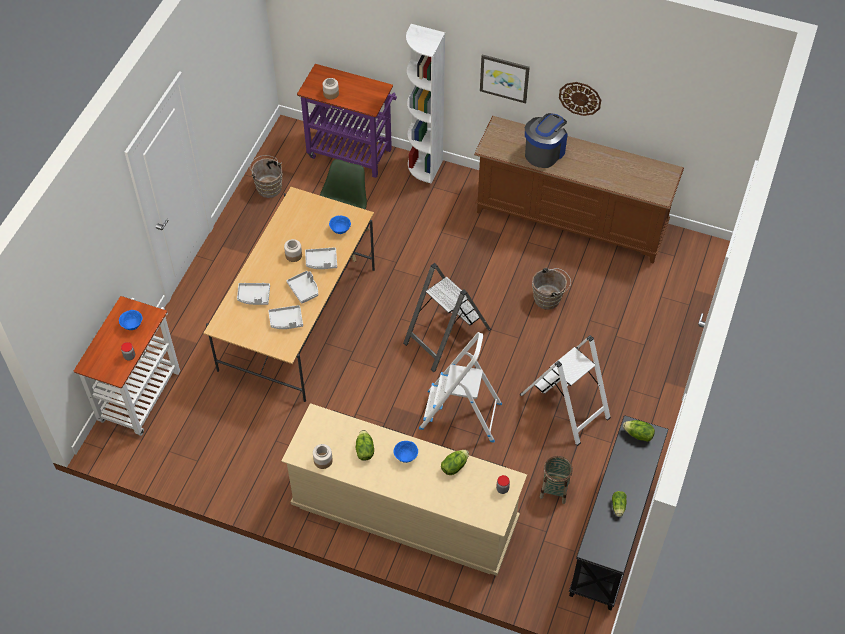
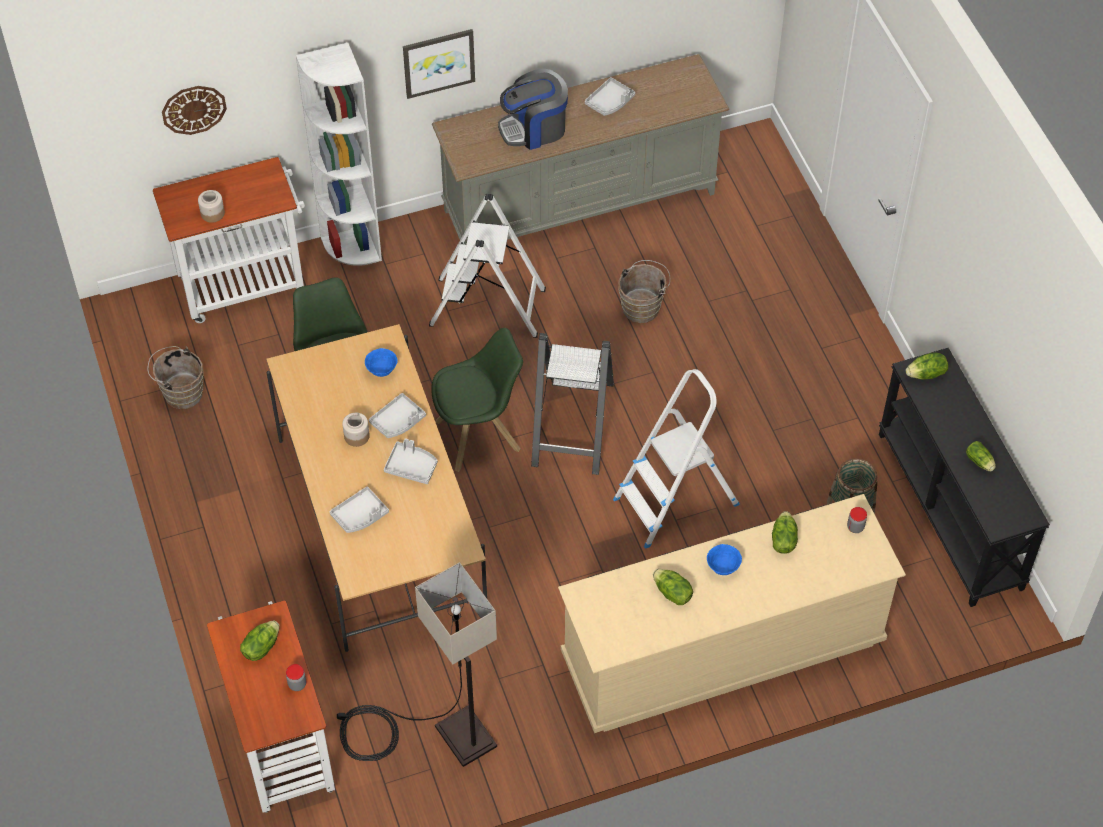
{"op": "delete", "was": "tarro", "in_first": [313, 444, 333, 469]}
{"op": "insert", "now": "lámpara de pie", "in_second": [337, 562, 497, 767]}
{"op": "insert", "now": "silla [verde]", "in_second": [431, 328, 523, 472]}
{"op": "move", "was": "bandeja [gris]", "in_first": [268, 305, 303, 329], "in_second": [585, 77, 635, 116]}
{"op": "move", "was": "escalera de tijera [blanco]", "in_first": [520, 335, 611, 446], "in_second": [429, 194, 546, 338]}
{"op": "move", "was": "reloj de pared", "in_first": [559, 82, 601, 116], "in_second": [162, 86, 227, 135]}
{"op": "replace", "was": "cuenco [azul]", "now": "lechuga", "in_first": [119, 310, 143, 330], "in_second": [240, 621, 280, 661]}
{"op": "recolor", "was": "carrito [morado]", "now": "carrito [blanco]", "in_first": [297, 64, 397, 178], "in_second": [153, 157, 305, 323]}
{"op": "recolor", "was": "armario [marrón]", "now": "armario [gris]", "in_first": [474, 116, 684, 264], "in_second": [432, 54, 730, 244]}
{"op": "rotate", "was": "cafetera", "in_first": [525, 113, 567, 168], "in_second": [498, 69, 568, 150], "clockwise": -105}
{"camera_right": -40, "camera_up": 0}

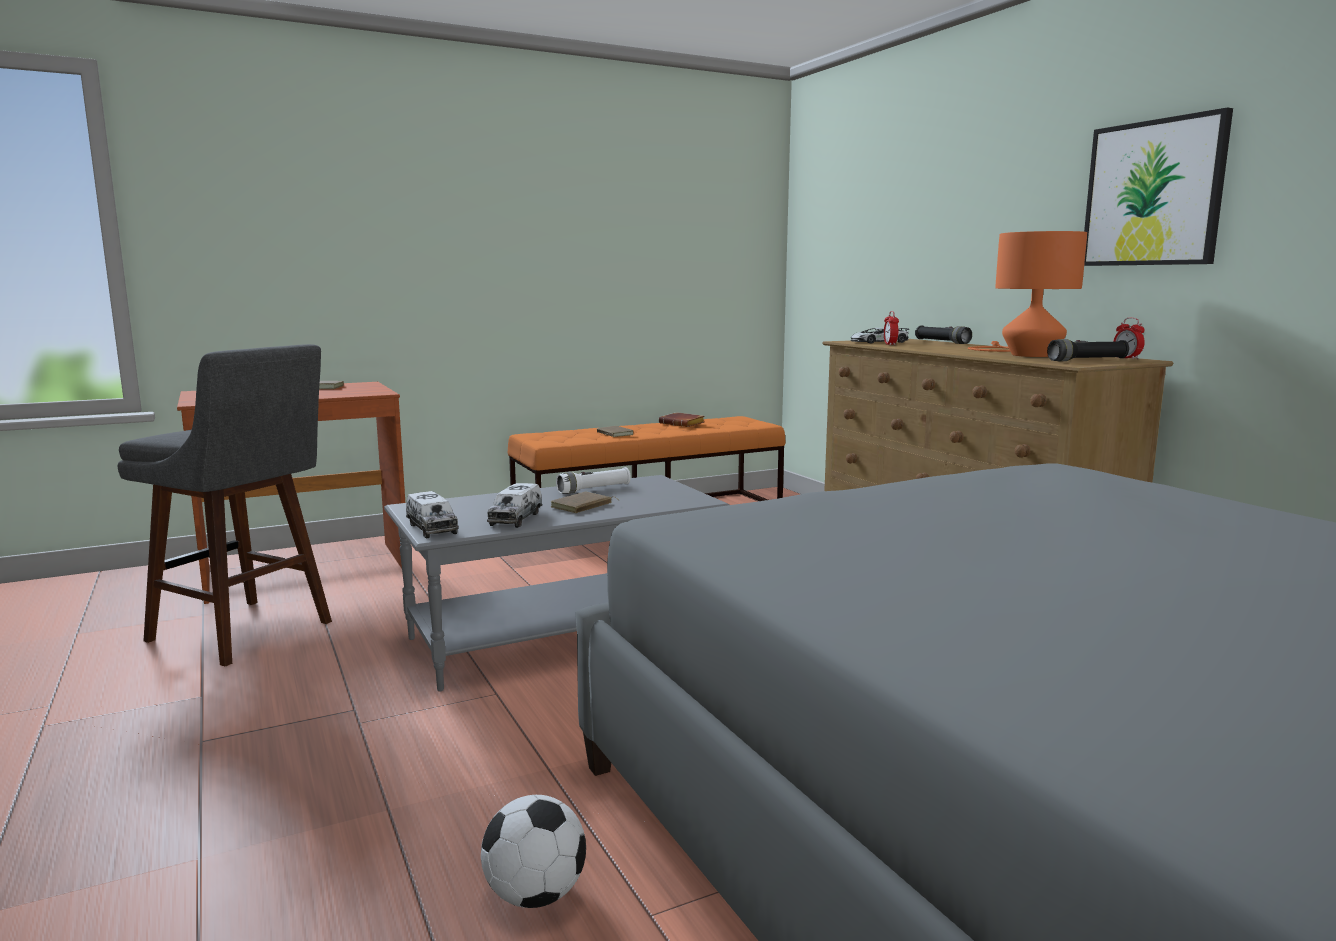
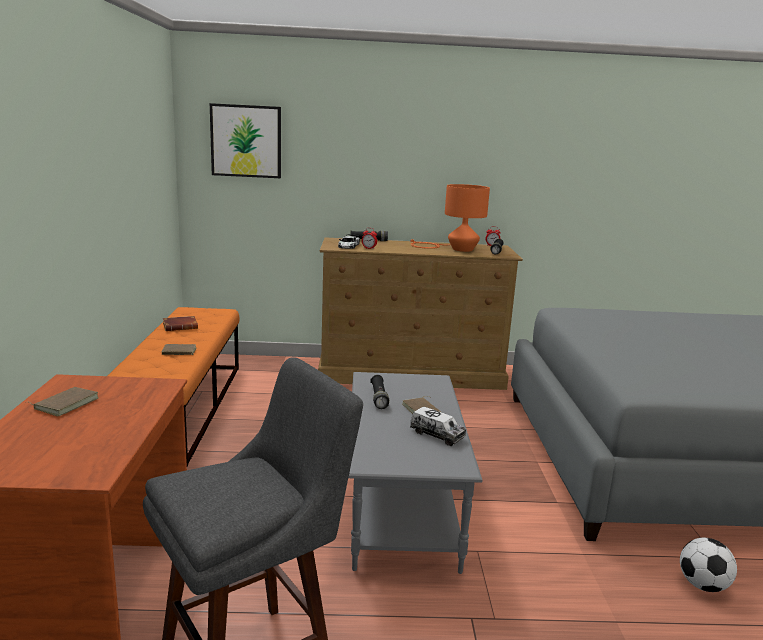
{"op": "delete", "was": "camión de juguete", "in_first": [406, 491, 459, 538]}
{"op": "move", "was": "cuadro", "in_first": [1084, 107, 1233, 266], "in_second": [210, 103, 281, 178]}
{"op": "recolor", "was": "linterna [blanco]", "now": "linterna [negro]", "in_first": [556, 467, 631, 494], "in_second": [371, 375, 389, 409]}
{"camera_right": -65, "camera_up": 5}

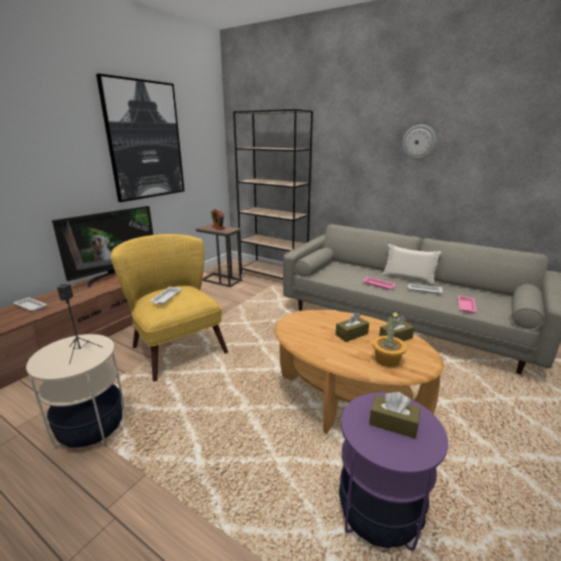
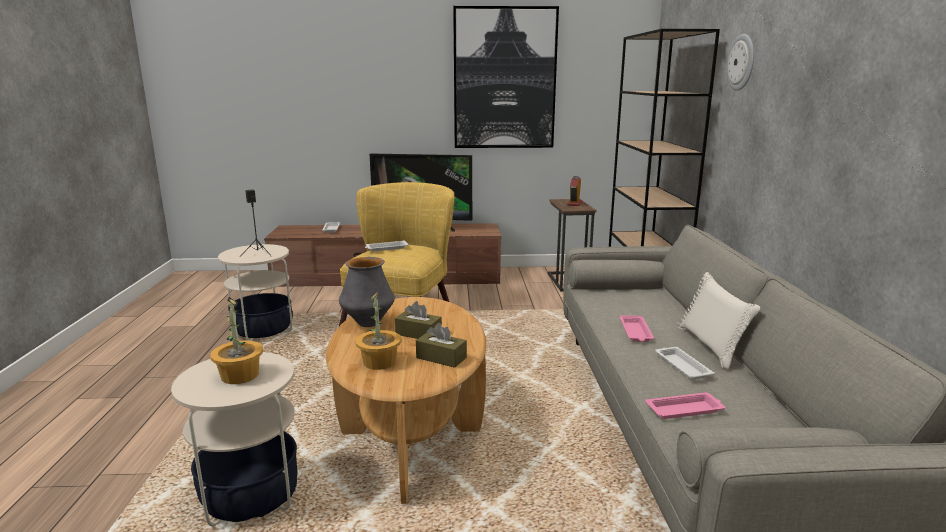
{"op": "insert", "now": "florero", "in_second": [339, 257, 395, 327]}
{"op": "move", "was": "reloj de pared", "in_first": [402, 125, 436, 160], "in_second": [727, 34, 754, 91]}
{"op": "replace", "was": "caja de pañuelos [marrón]", "now": "planta en maceta", "in_first": [369, 392, 420, 439], "in_second": [210, 297, 263, 384]}
{"op": "recolor", "was": "mesa auxiliar [morado]", "now": "mesa auxiliar [beis]", "in_first": [339, 393, 448, 551], "in_second": [171, 352, 297, 526]}
{"camera_right": 55, "camera_up": -5}

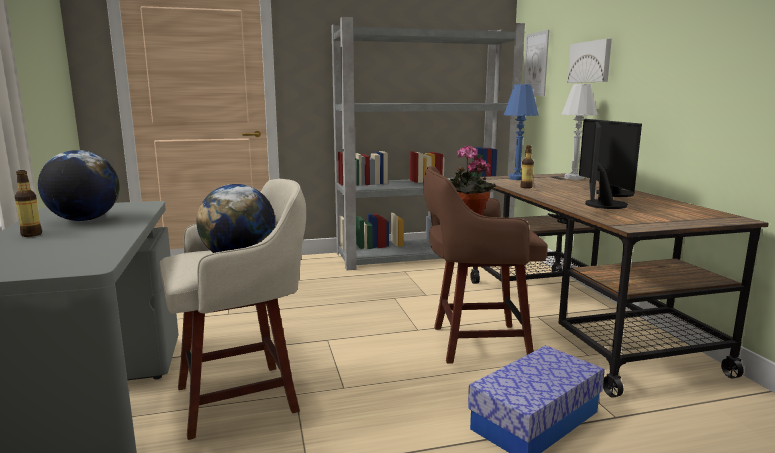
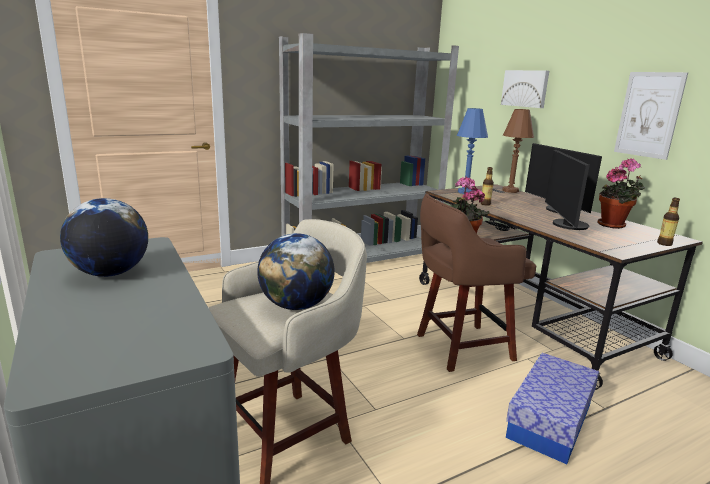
{"op": "insert", "now": "planta en maceta", "in_second": [597, 159, 645, 229]}
{"op": "move", "was": "botella", "in_first": [15, 170, 42, 237], "in_second": [657, 198, 680, 246]}
{"op": "move", "was": "cuadro", "in_first": [523, 30, 549, 96], "in_second": [614, 72, 688, 160]}
{"op": "recolor", "was": "lámpara de mesa [blanco]", "now": "lámpara de mesa [marrón]", "in_first": [561, 84, 598, 180], "in_second": [502, 109, 534, 193]}
{"camera_right": -15, "camera_up": 5}

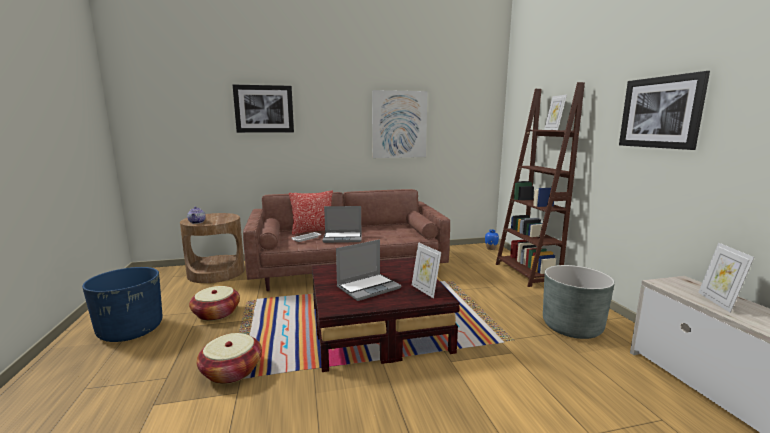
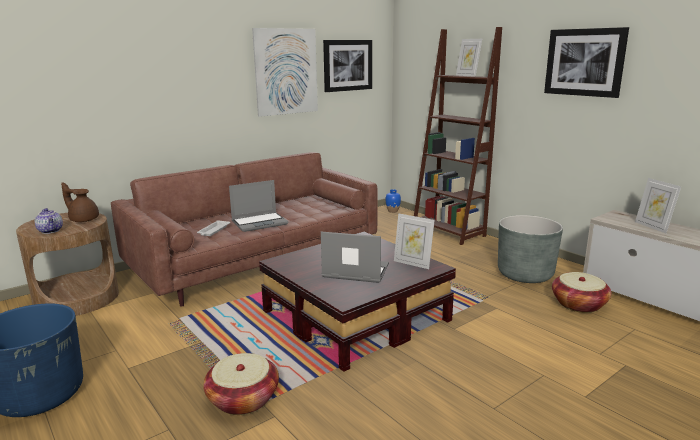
{"op": "delete", "was": "cojín", "in_first": [289, 190, 333, 235]}
{"op": "insert", "now": "tetera [marrón]", "in_second": [61, 182, 99, 222]}
{"op": "move", "was": "cesta", "in_first": [189, 286, 240, 321], "in_second": [552, 272, 611, 313]}
{"op": "move", "was": "cuadro", "in_first": [233, 85, 294, 133], "in_second": [323, 40, 372, 92]}
{"op": "rotate", "was": "portátil", "in_first": [336, 239, 401, 301], "in_second": [321, 232, 389, 283], "clockwise": -105}
{"camera_right": -25, "camera_up": 5}

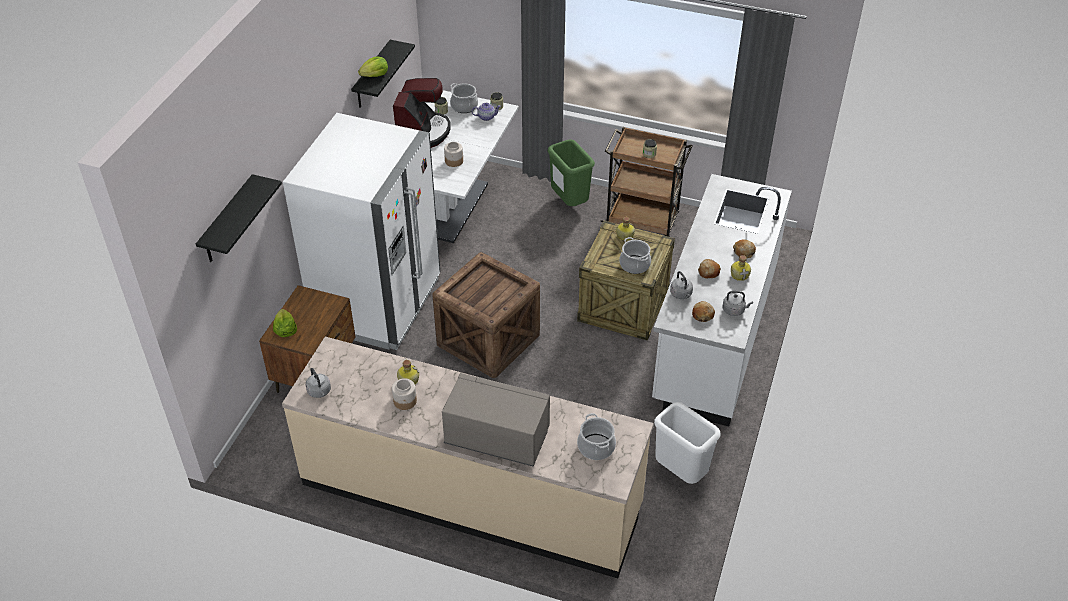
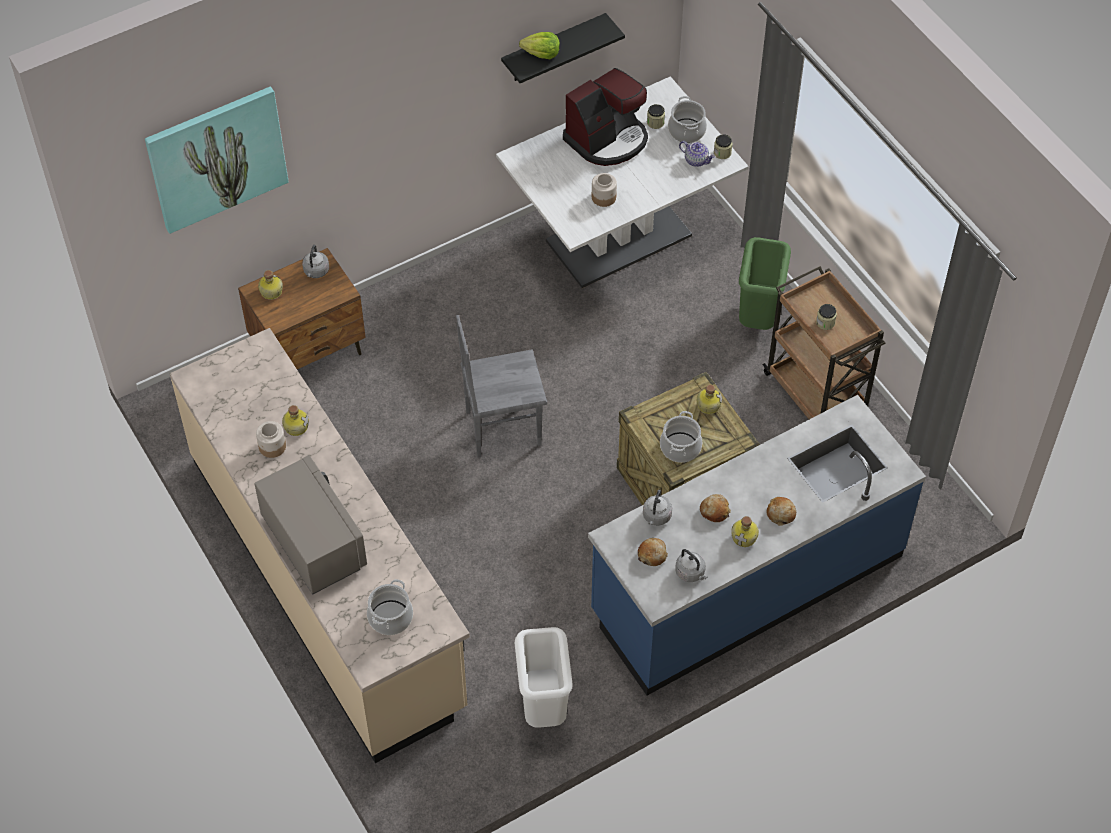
{"op": "delete", "was": "nevera [blanco]", "in_first": [283, 113, 440, 350]}
{"op": "move", "was": "hervidor [gris]", "in_first": [306, 368, 331, 398], "in_second": [302, 245, 329, 278]}
{"op": "replace", "was": "estante [negro]", "now": "cuadro", "in_first": [196, 174, 282, 262], "in_second": [145, 86, 289, 234]}
{"op": "replace", "was": "lechuga", "now": "botella", "in_first": [273, 309, 297, 337], "in_second": [258, 270, 283, 300]}
{"op": "replace", "was": "caja de embalaje", "now": "silla [gris]", "in_first": [432, 252, 540, 378], "in_second": [456, 315, 547, 457]}
{"op": "recolor", "was": "mueble bajo de cocina [blanco]", "now": "mueble bajo de cocina [azul]", "in_first": [652, 174, 792, 427], "in_second": [588, 395, 926, 695]}
{"camera_right": 40, "camera_up": 10}

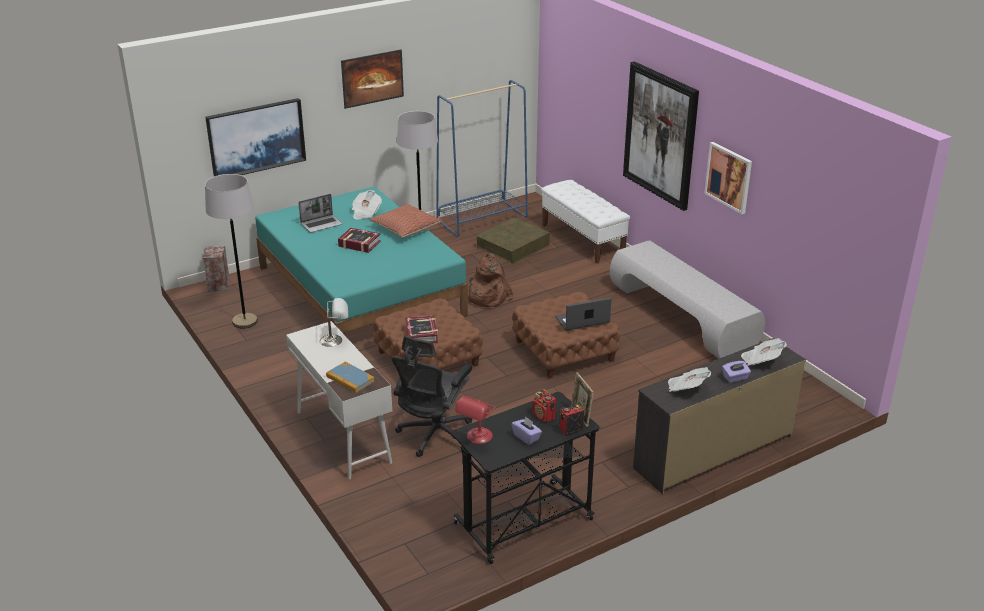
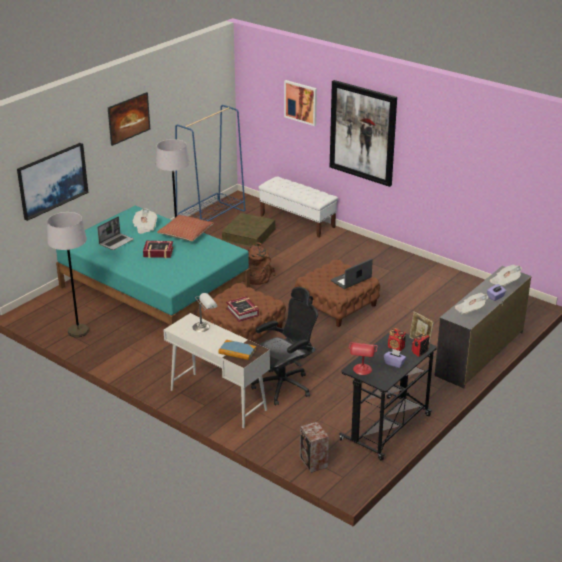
{"op": "delete", "was": "banco [gris]", "in_first": [610, 240, 765, 359]}
{"op": "move", "was": "altavoz", "in_first": [203, 246, 230, 291], "in_second": [300, 422, 329, 473]}
{"op": "move", "was": "cuadro", "in_first": [704, 142, 752, 214], "in_second": [284, 80, 317, 126]}
{"op": "rotate", "was": "silla de oficina", "in_first": [391, 336, 472, 457], "in_second": [251, 287, 318, 406], "clockwise": -135}
{"camera_right": -20, "camera_up": 0}

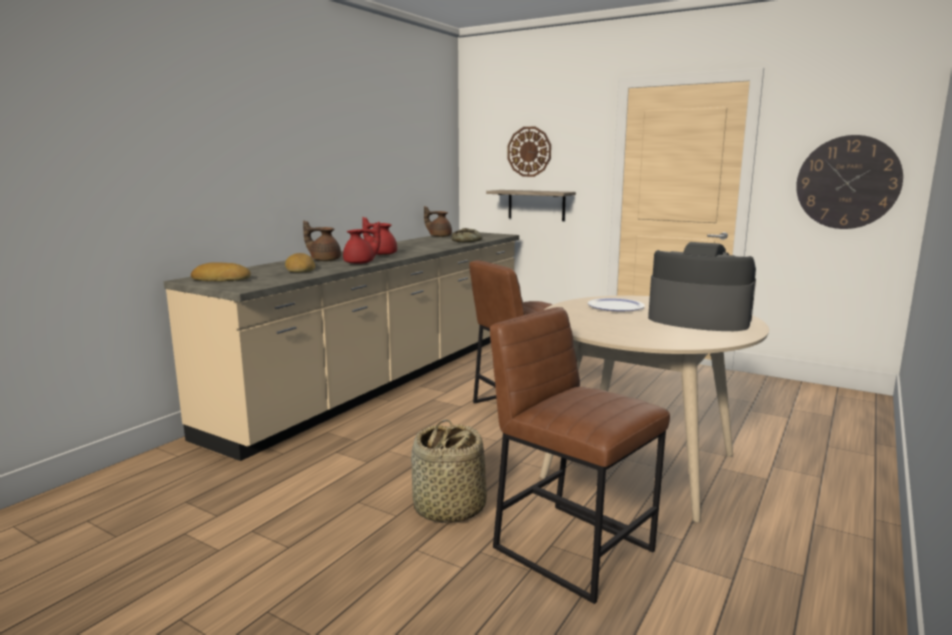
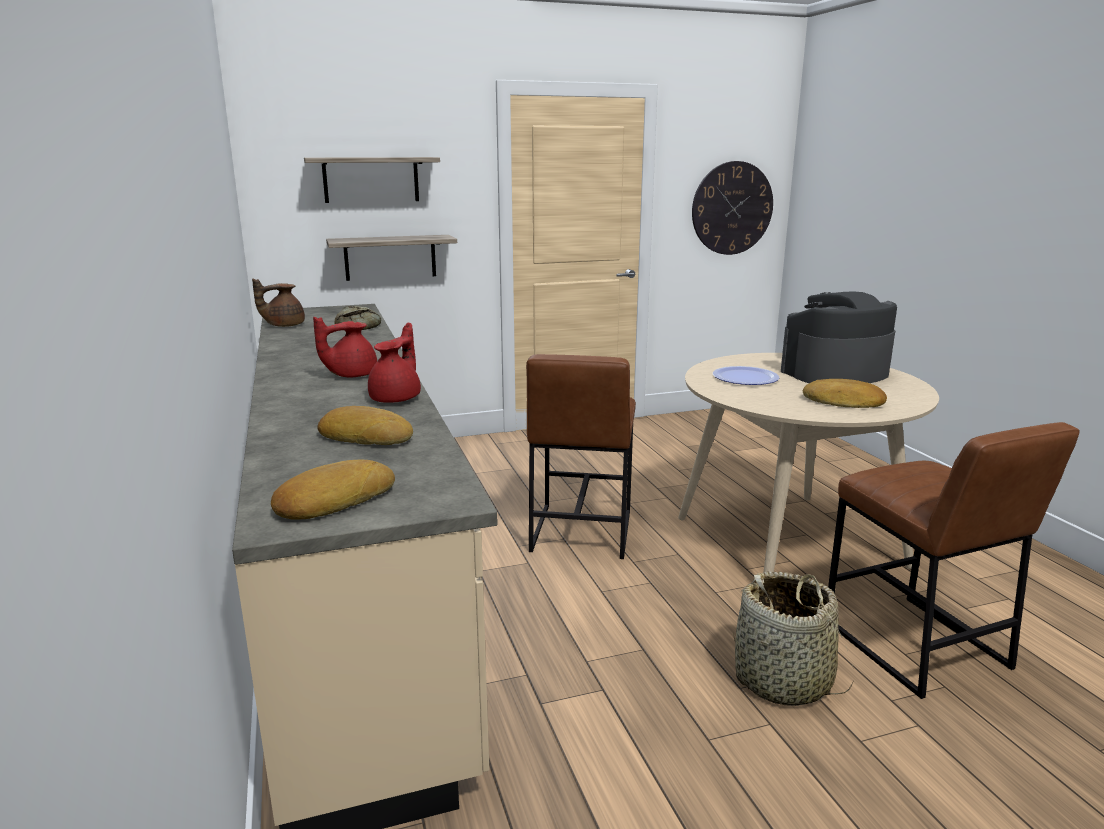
{"op": "delete", "was": "tetera [marrón]", "in_first": [303, 220, 341, 261]}
{"op": "insert", "now": "pan", "in_second": [803, 379, 887, 408]}
{"op": "replace", "was": "reloj de pared", "now": "estante", "in_first": [507, 127, 551, 177], "in_second": [304, 157, 440, 203]}
{"op": "rotate", "was": "silla [marrón]", "in_first": [490, 307, 670, 604], "in_second": [828, 422, 1080, 699], "clockwise": -105}
{"camera_right": -50, "camera_up": 5}

